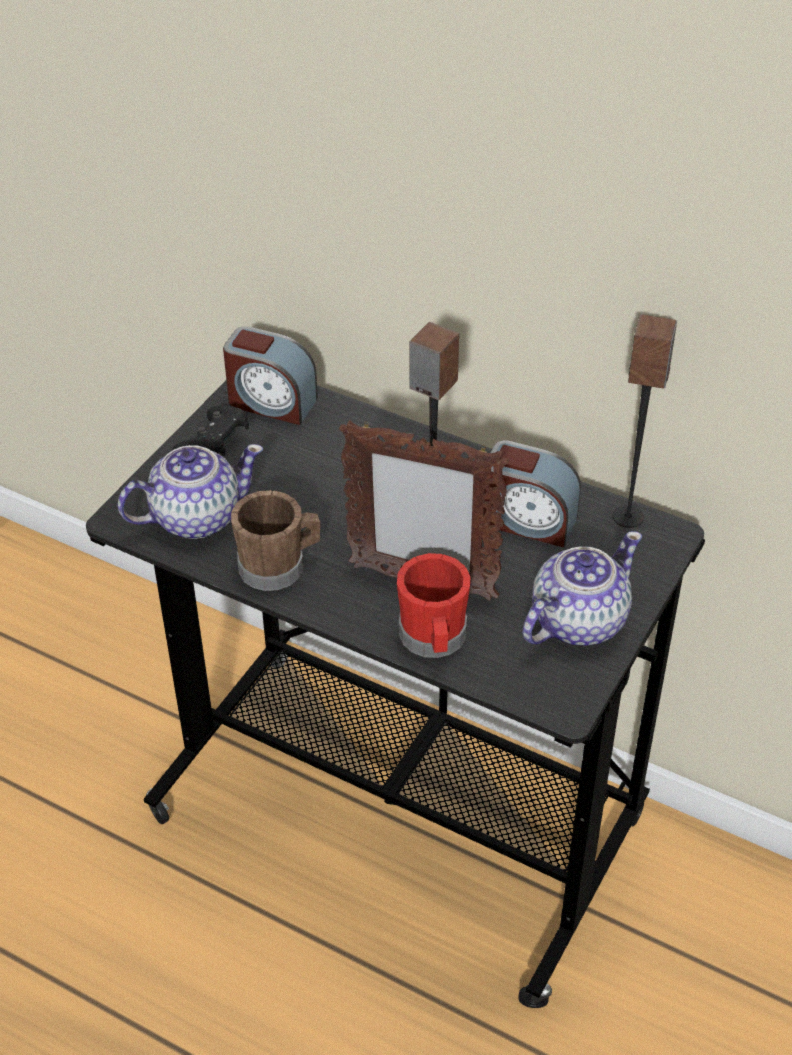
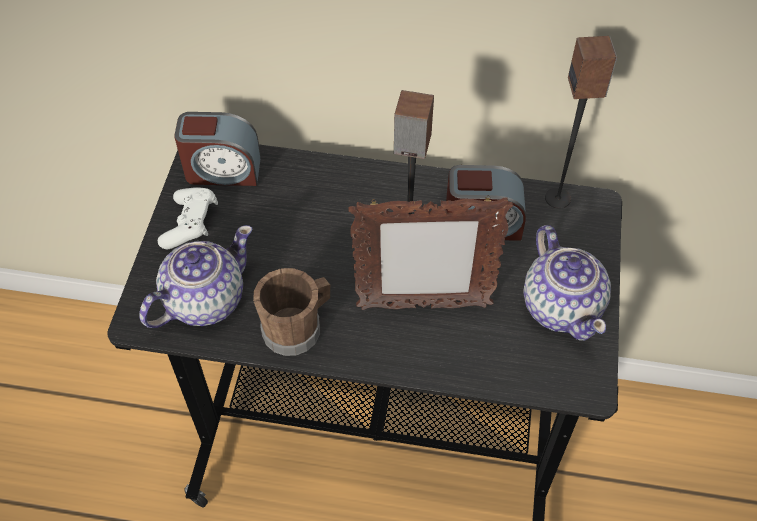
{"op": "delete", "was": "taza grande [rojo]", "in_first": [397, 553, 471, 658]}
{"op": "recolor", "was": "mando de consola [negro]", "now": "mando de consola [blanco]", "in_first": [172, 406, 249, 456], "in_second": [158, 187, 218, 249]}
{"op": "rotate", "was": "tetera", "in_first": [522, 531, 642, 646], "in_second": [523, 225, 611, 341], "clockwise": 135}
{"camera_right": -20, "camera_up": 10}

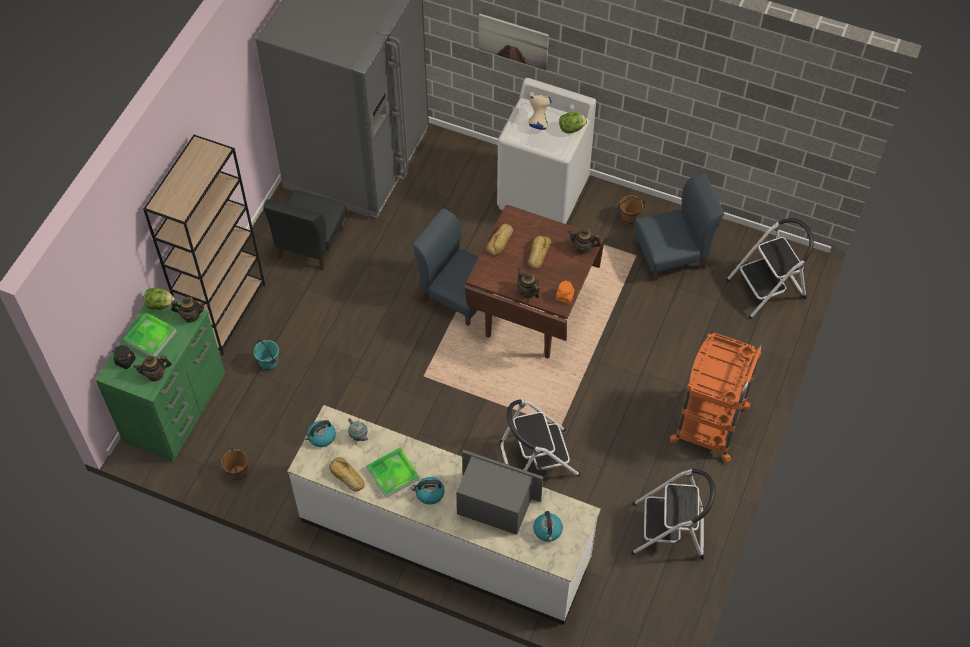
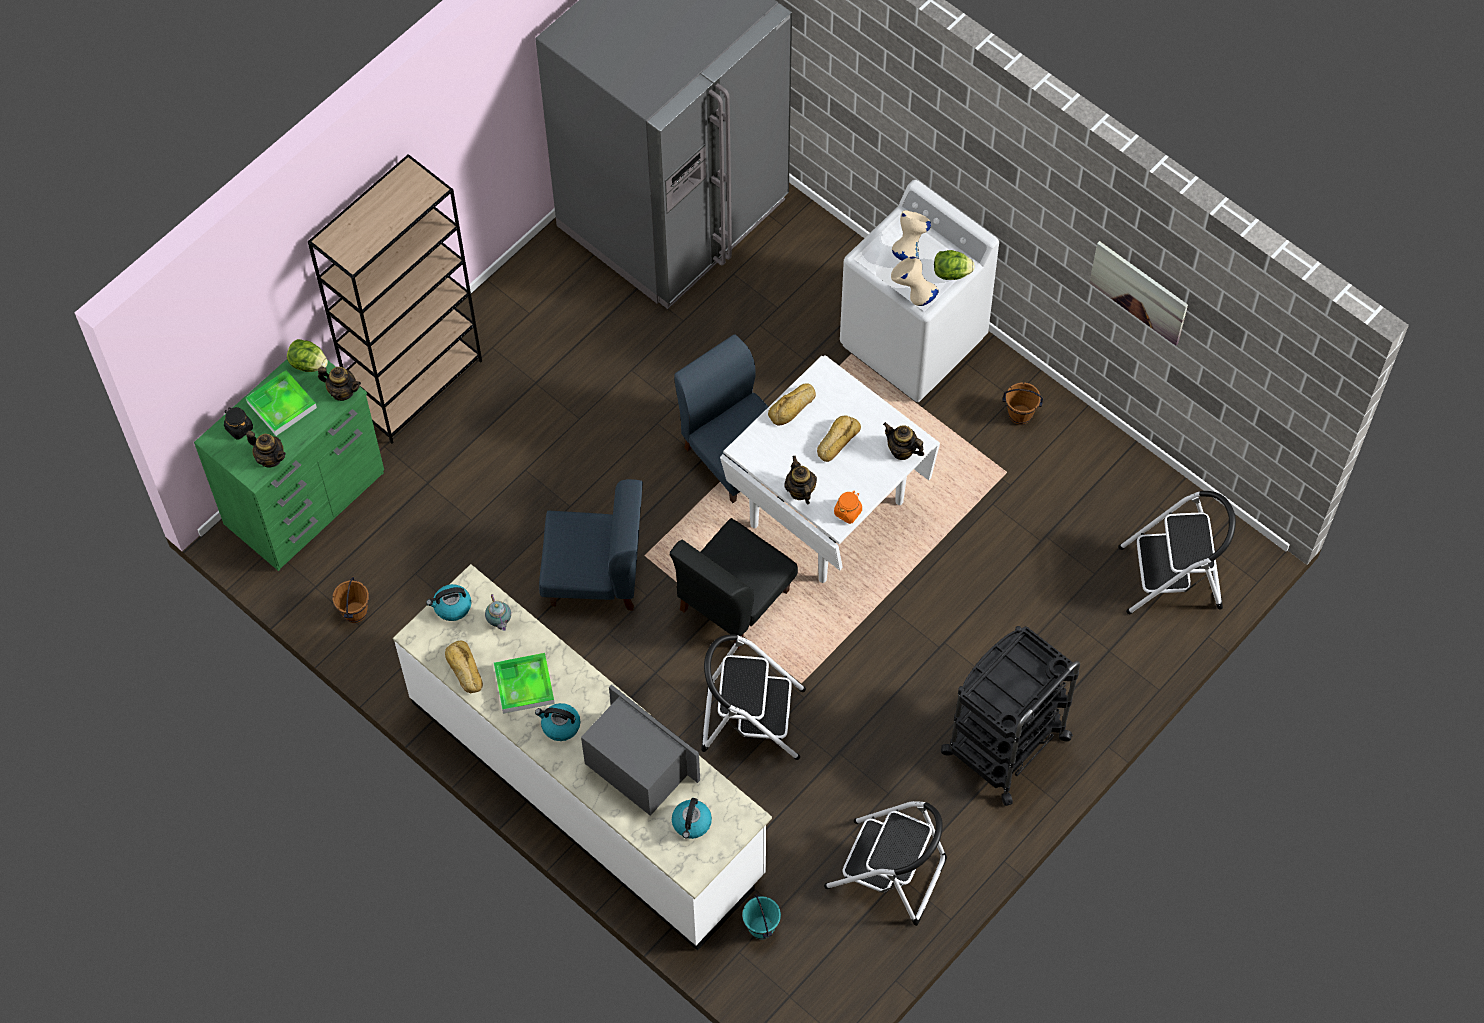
{"op": "insert", "now": "florero [beis]", "in_second": [891, 257, 938, 306]}
{"op": "move", "was": "cubo [turquesa]", "in_first": [254, 340, 279, 371], "in_second": [742, 893, 781, 939]}
{"op": "move", "was": "silla [negro]", "in_first": [263, 190, 347, 270], "in_second": [670, 518, 798, 649]}
{"op": "move", "was": "cuadro", "in_first": [479, 14, 549, 70], "in_second": [1090, 241, 1188, 346]}
{"op": "move", "was": "silla [azul]", "in_first": [634, 173, 724, 281], "in_second": [539, 479, 643, 610]}
{"op": "recolor", "was": "mesa de comedor [marrón]", "now": "mesa de comedor [blanco]", "in_first": [464, 205, 605, 358], "in_second": [720, 355, 940, 583]}
{"op": "recolor", "was": "carrito [naranja]", "now": "carrito [negro]", "in_first": [670, 333, 763, 463], "in_second": [941, 626, 1080, 806]}
{"op": "rotate", "was": "tetera", "in_first": [133, 355, 172, 382], "in_second": [246, 431, 286, 468], "clockwise": -150}
{"camera_right": 20, "camera_up": 5}

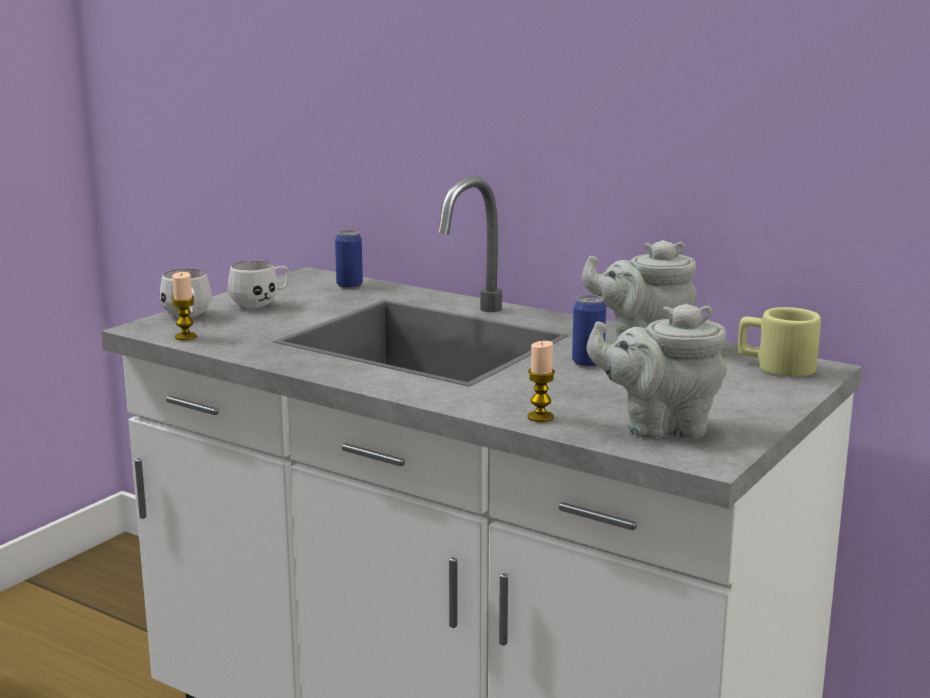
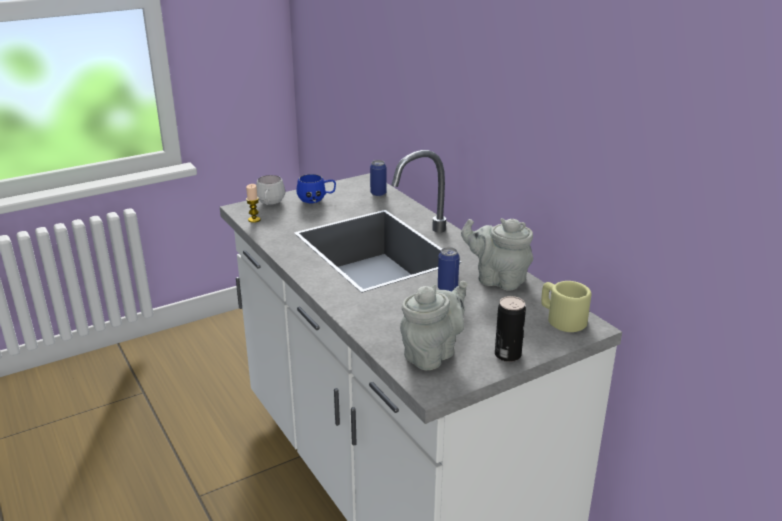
{"op": "delete", "was": "vela", "in_first": [527, 341, 555, 422]}
{"op": "insert", "now": "lata", "in_second": [495, 296, 526, 362]}
{"op": "recolor", "was": "taza grande [blanco]", "now": "taza grande [azul]", "in_first": [228, 261, 289, 308], "in_second": [296, 174, 336, 203]}
{"op": "rotate", "was": "tetera [gris]", "in_first": [587, 303, 727, 439], "in_second": [400, 281, 467, 370], "clockwise": 105}
{"camera_right": 25, "camera_up": 10}

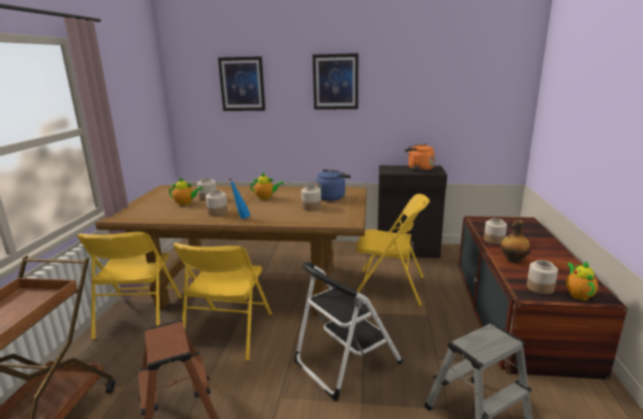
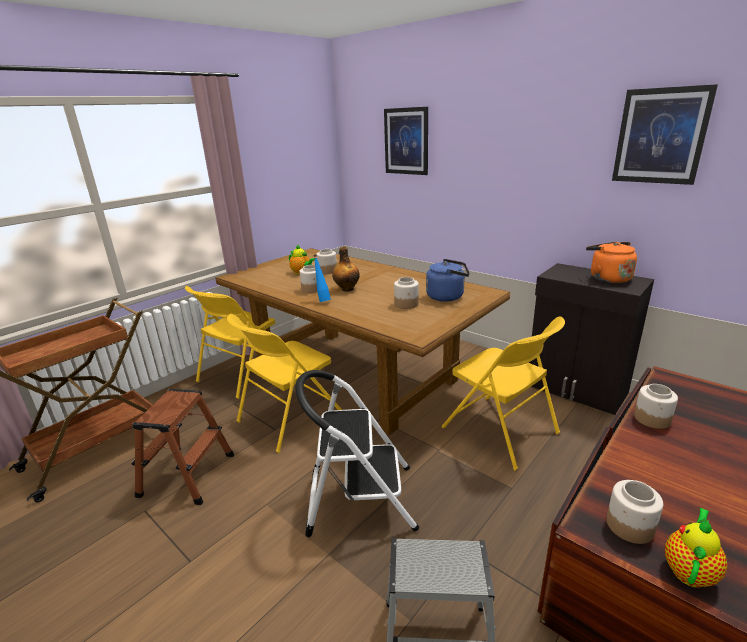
{"op": "delete", "was": "tetera", "in_first": [250, 173, 284, 200]}
{"op": "move", "was": "cuadro", "in_first": [313, 53, 358, 110], "in_second": [612, 84, 718, 185]}
{"op": "move", "was": "botella", "in_first": [501, 220, 531, 263], "in_second": [332, 247, 360, 291]}
{"camera_right": 35, "camera_up": 5}

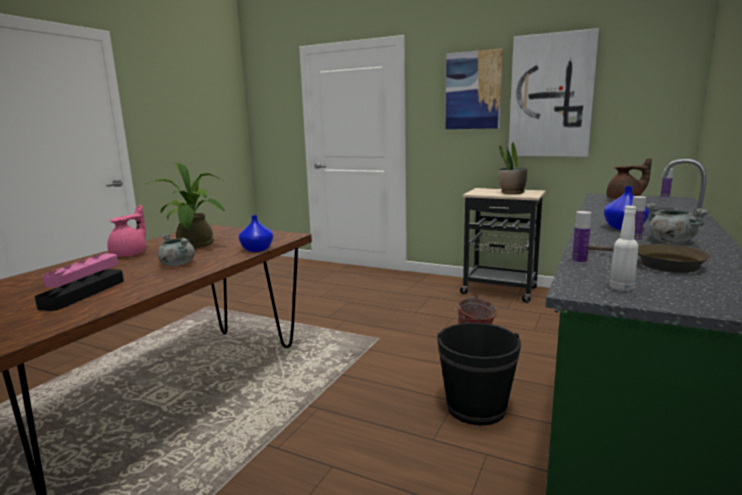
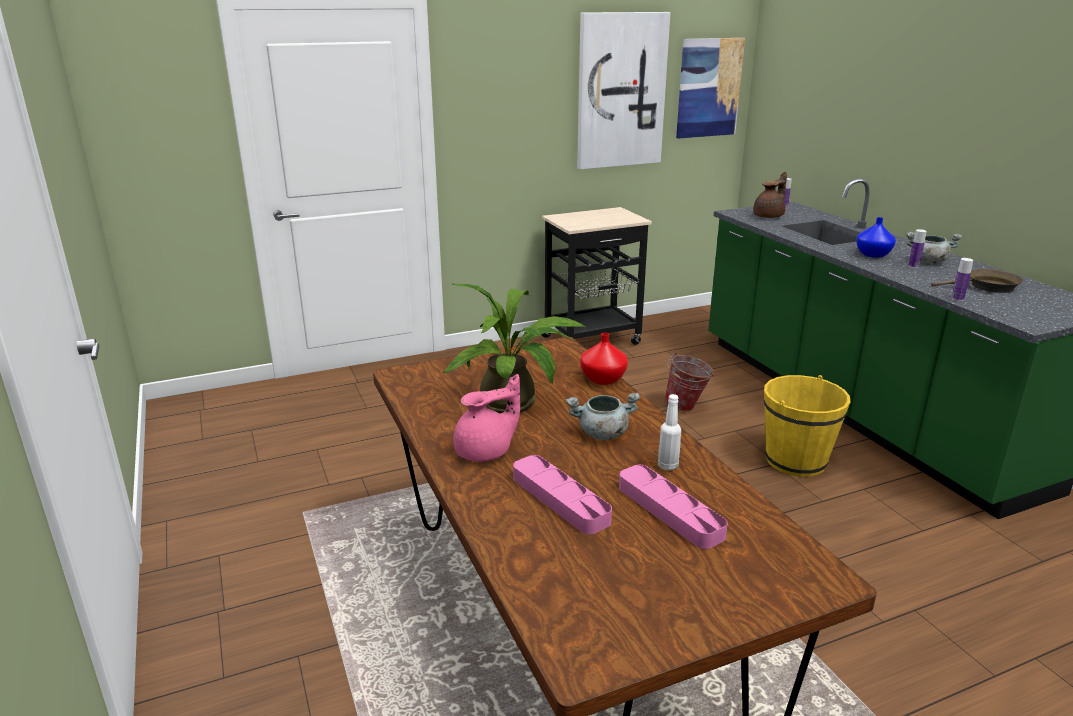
{"op": "delete", "was": "planta en maceta", "in_first": [499, 142, 527, 194]}
{"op": "move", "was": "cuadro", "in_first": [446, 48, 503, 129], "in_second": [676, 38, 745, 139]}
{"op": "move", "was": "botella [blanco]", "in_first": [610, 206, 639, 291], "in_second": [658, 394, 681, 470]}
{"op": "recolor", "was": "bandeja [negro]", "now": "bandeja [rosa]", "in_first": [35, 269, 124, 311], "in_second": [619, 465, 728, 549]}
{"op": "recolor", "was": "florero [azul]", "now": "florero [rojo]", "in_first": [239, 215, 273, 252], "in_second": [580, 333, 628, 385]}
{"op": "recolor", "was": "cubo [negro]", "now": "cubo [amarillo]", "in_first": [437, 323, 521, 426], "in_second": [764, 375, 850, 477]}
{"op": "rotate", "was": "tetera [rosa]", "in_first": [107, 205, 146, 257], "in_second": [453, 374, 520, 461], "clockwise": 90}
{"camera_right": -50, "camera_up": 10}

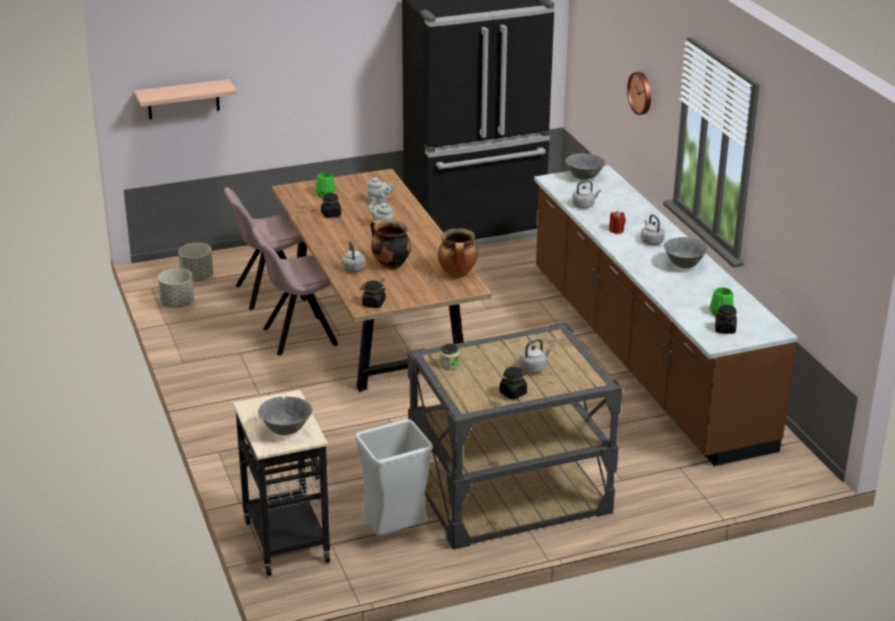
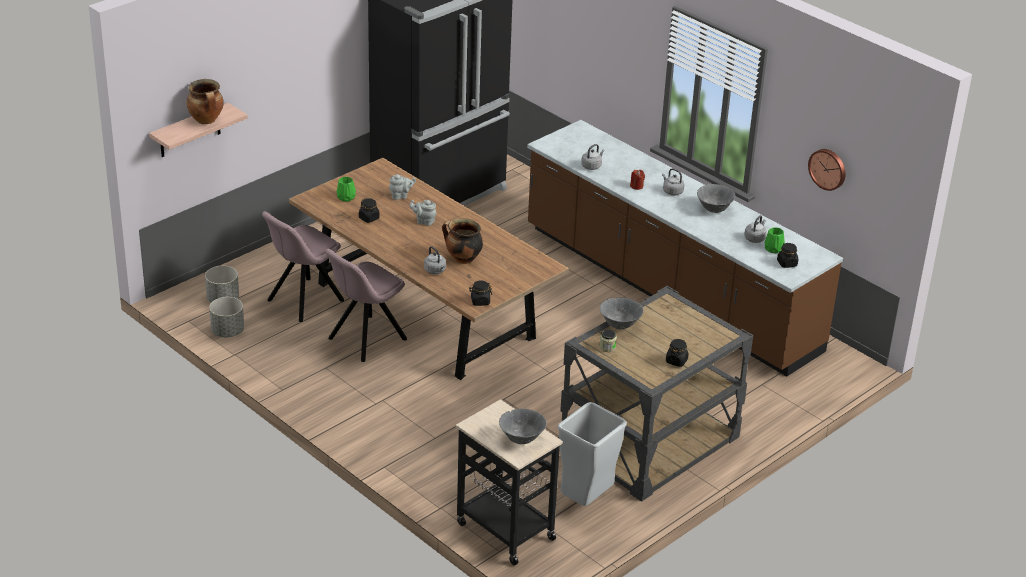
{"op": "move", "was": "olla", "in_first": [438, 228, 478, 278], "in_second": [187, 79, 224, 124]}
{"op": "move", "was": "hervidor [gris]", "in_first": [519, 339, 552, 373], "in_second": [744, 215, 767, 243]}
{"op": "move", "was": "cuenco [gris]", "in_first": [565, 153, 606, 180], "in_second": [600, 298, 644, 329]}
{"op": "move", "was": "reloj de pared", "in_first": [627, 72, 651, 115], "in_second": [808, 149, 846, 191]}
{"camera_right": -25, "camera_up": 5}

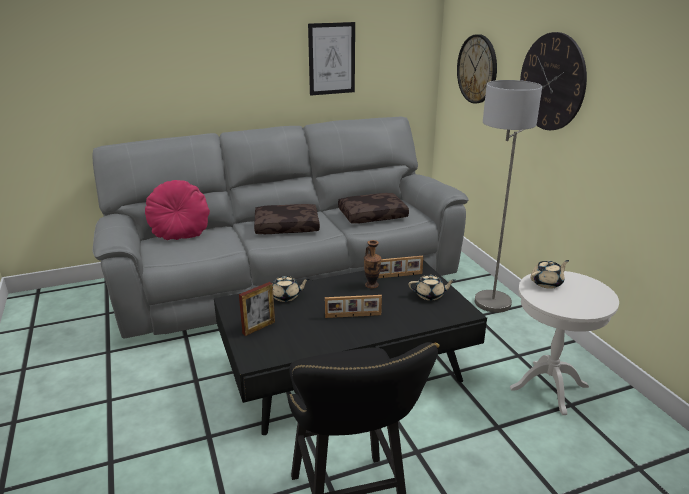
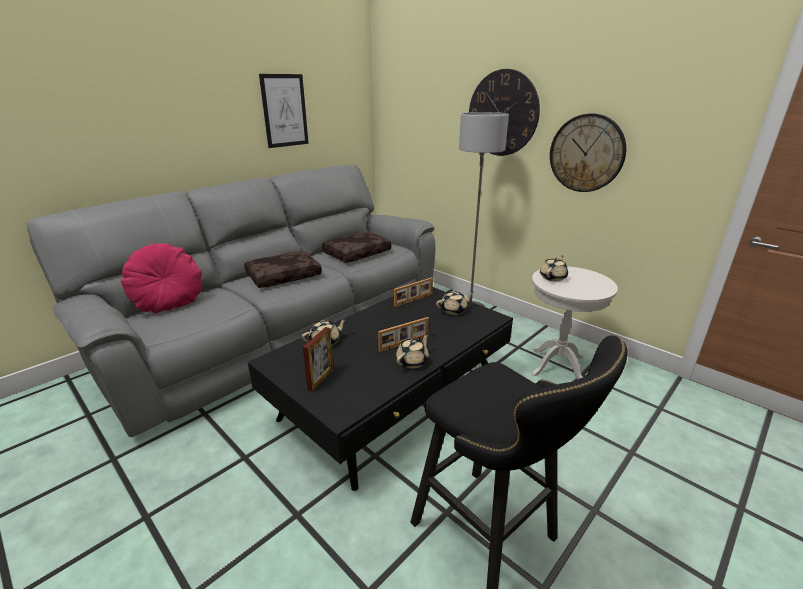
{"op": "delete", "was": "florero", "in_first": [364, 240, 382, 288]}
{"op": "insert", "now": "tetera [beis]", "in_second": [396, 333, 429, 369]}
{"op": "move", "was": "reloj de pared", "in_first": [457, 34, 497, 103], "in_second": [550, 113, 626, 192]}
{"camera_right": -25, "camera_up": 0}

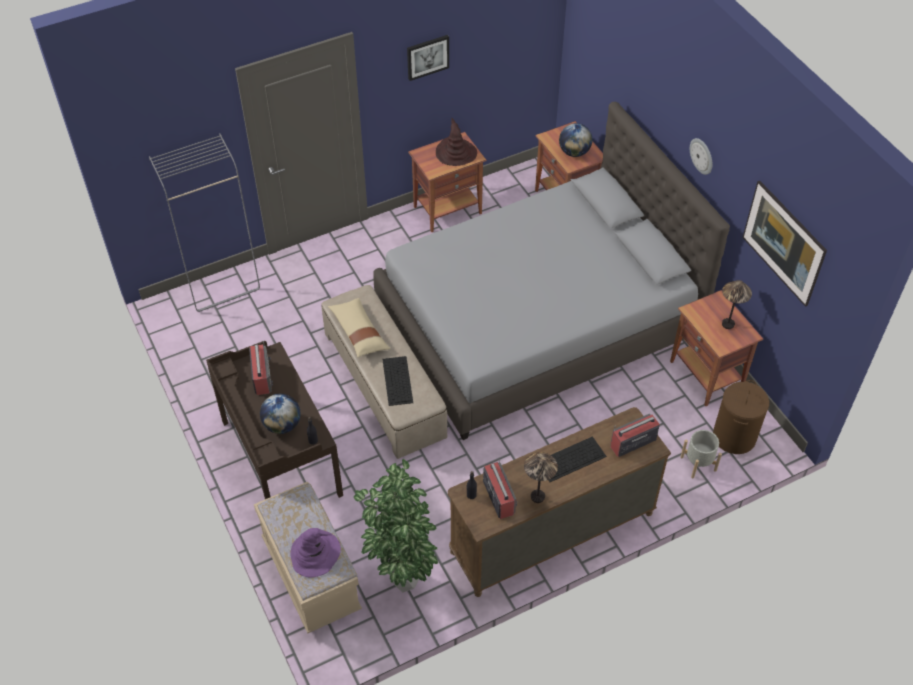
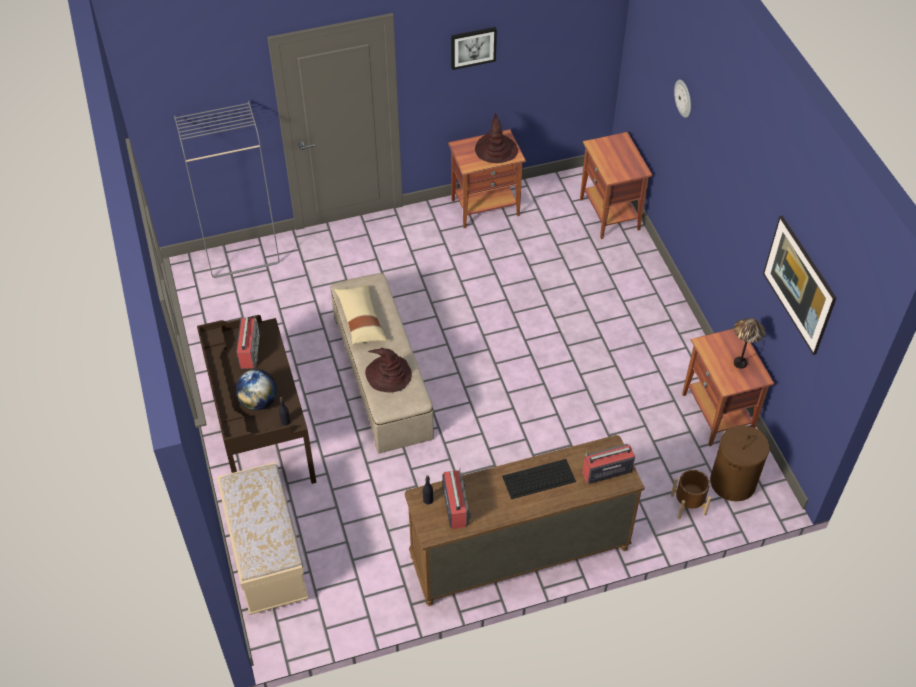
{"op": "delete", "was": "sombrero [morado]", "in_first": [290, 528, 341, 578]}
{"op": "delete", "was": "planta en maceta", "in_first": [354, 459, 438, 592]}
{"op": "delete", "was": "cama [gris]", "in_first": [373, 102, 730, 440]}
{"op": "delete", "was": "lámpara de mesa", "in_first": [524, 452, 558, 503]}
{"op": "delete", "was": "globo terráqueo", "in_first": [559, 123, 592, 157]}
{"op": "move", "was": "reloj de pared", "in_first": [690, 138, 712, 175], "in_second": [674, 80, 691, 118]}
{"op": "replace", "was": "teclado", "now": "sombrero [marrón]", "in_first": [382, 356, 413, 406], "in_second": [365, 348, 412, 392]}
{"op": "recolor", "was": "maceta [gris]", "now": "maceta [marrón]", "in_first": [680, 430, 722, 478], "in_second": [671, 470, 711, 519]}
{"camera_right": 10, "camera_up": 0}

